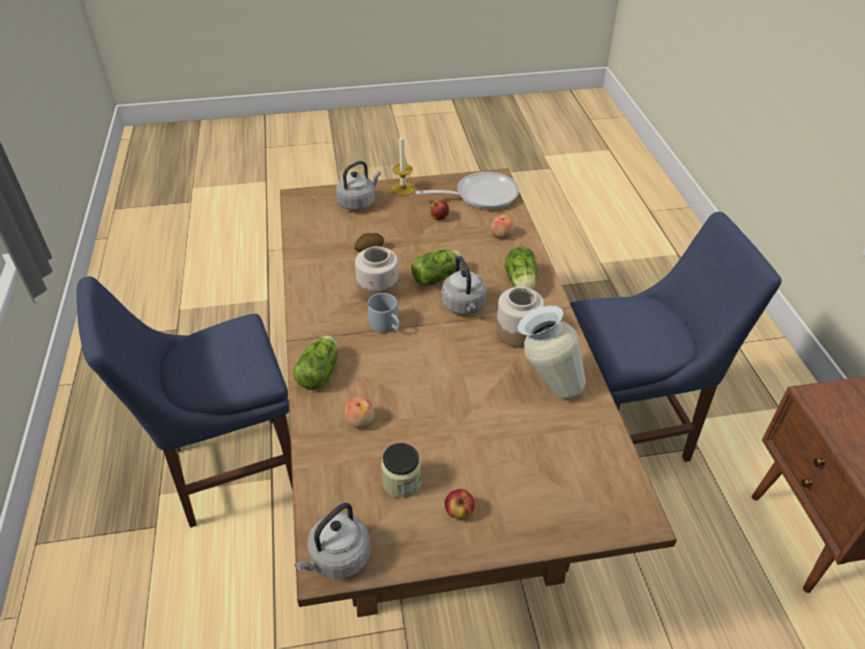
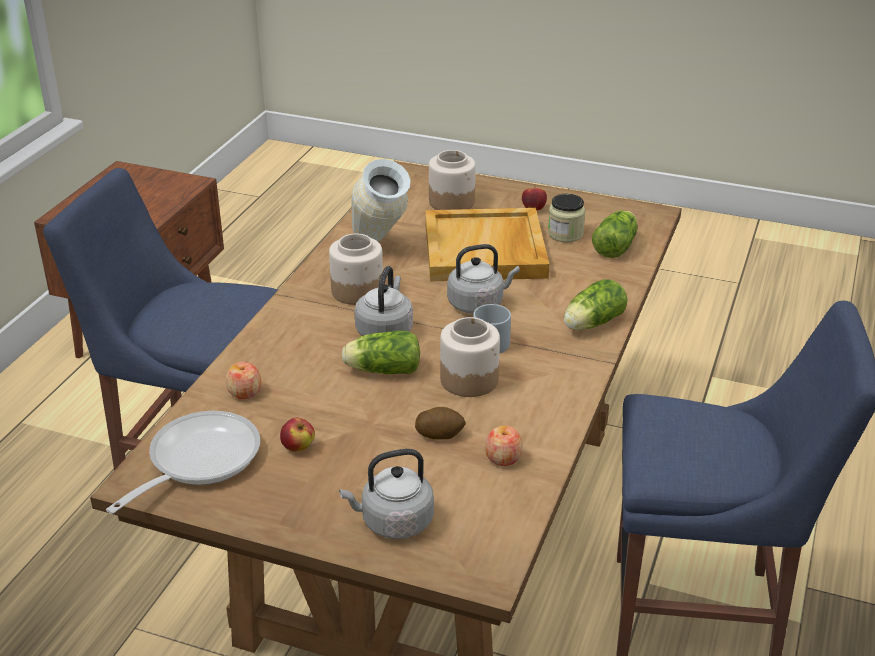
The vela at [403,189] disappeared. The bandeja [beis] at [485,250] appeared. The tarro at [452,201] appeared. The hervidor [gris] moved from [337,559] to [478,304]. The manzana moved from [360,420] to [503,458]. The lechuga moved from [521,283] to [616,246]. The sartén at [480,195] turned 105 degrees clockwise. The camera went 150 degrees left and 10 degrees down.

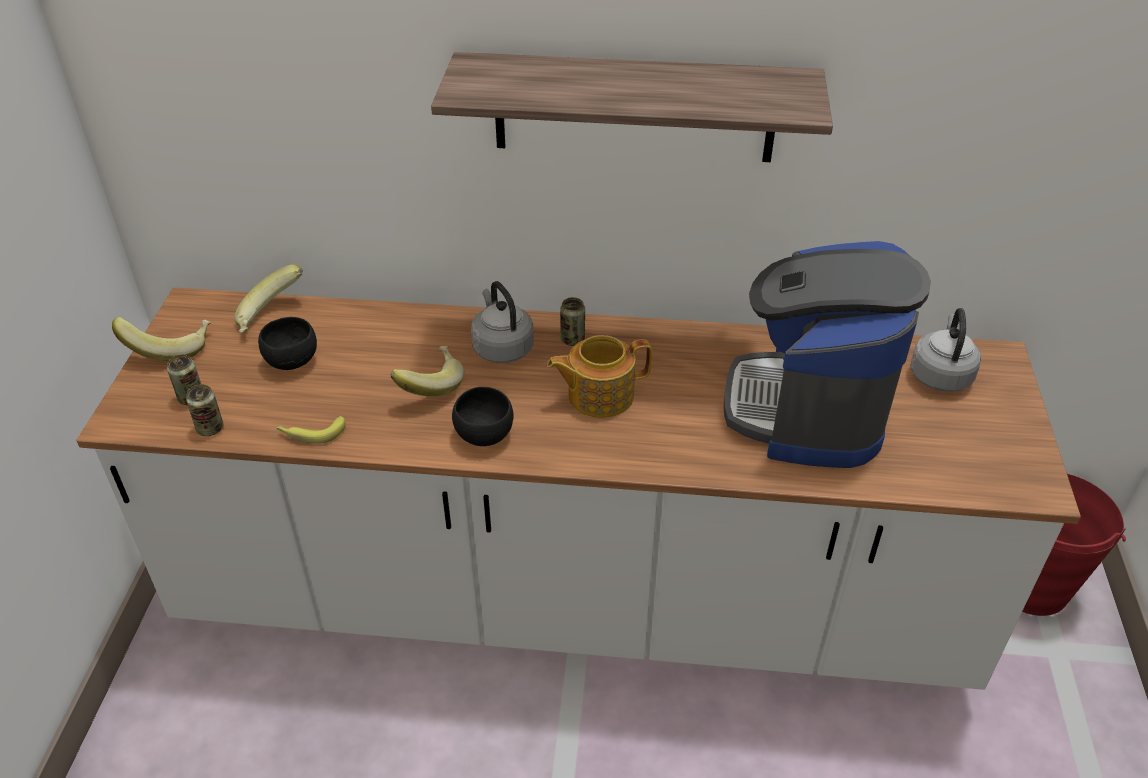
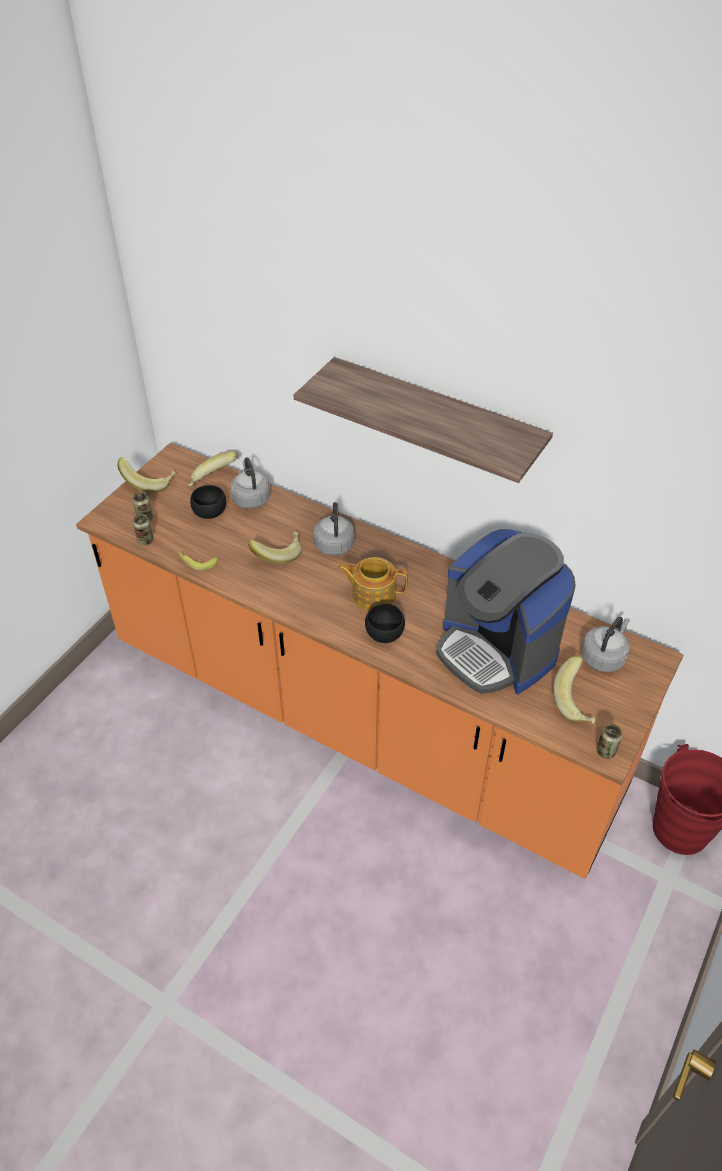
The hervidor [gris] at [250,498] appeared. The plátano at [576,702] appeared. The cuenco [negro] moved from [486,436] to [385,635]. The lata moved from [572,339] to [605,751]. The mueble bajo de cocina [blanco] at [574,599] became the mueble bajo de cocina [naranja] at [361,718]. The cafetera at [808,409] turned 75 degrees counterclockwise. The camera went 25 degrees right and 5 degrees up.

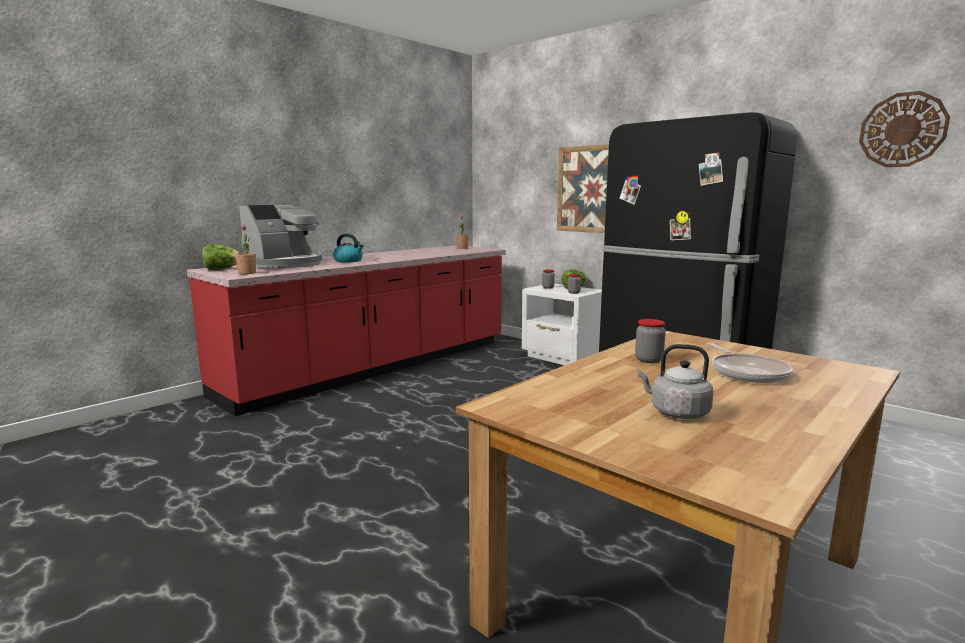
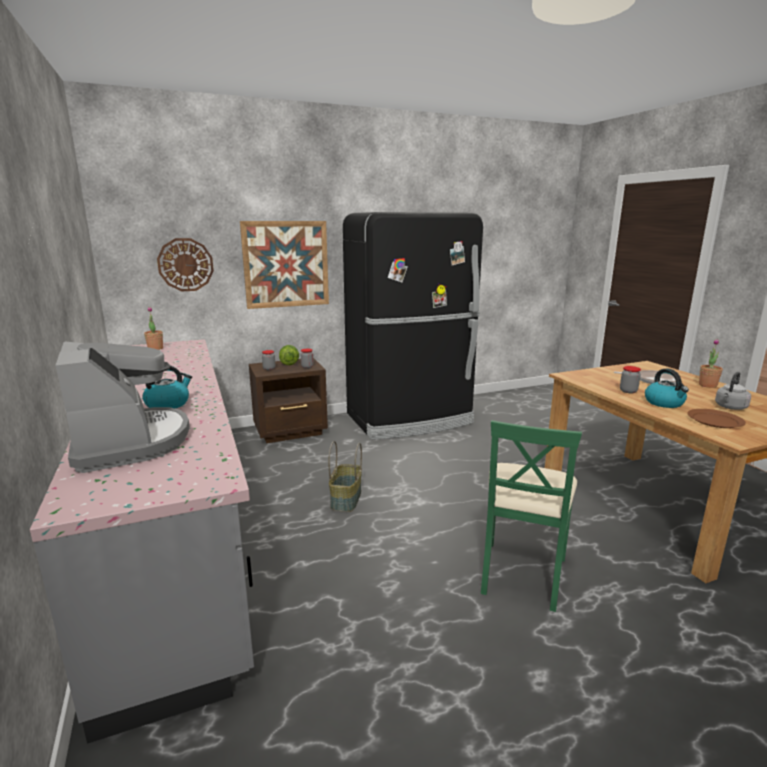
The lechuga at [222,269] disappeared. The cesta at [346,499] appeared. The silla [verde] at [521,573] appeared. The hervidor at [664,403] appeared. The plato [marrón] at [715,421] appeared. The planta en maceta moved from [247,273] to [707,385]. The reloj de pared moved from [902,130] to [185,264]. The mueble bajo de cocina [rojo] at [375,367] became the mueble bajo de cocina [gris] at [177,534]. The mesita de noche [blanco] at [562,357] became the mesita de noche [marrón] at [291,431]. The camera went 65 degrees left and 5 degrees up.

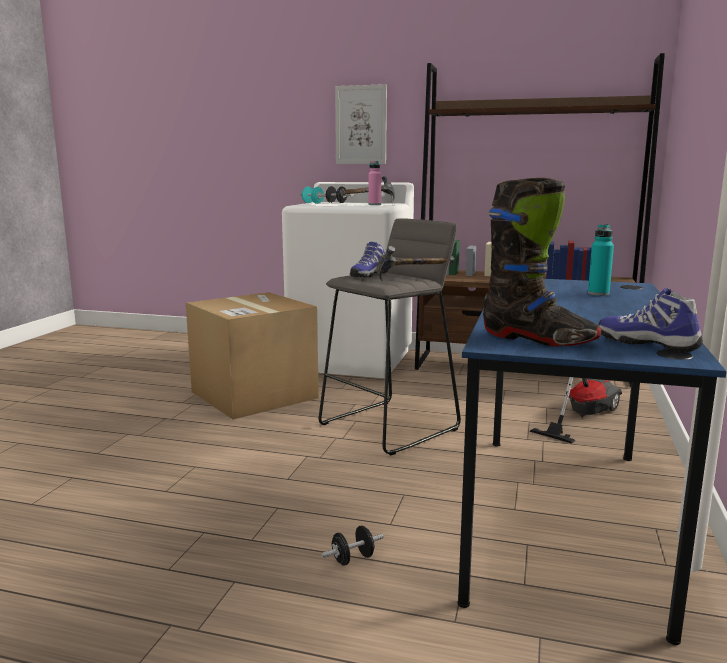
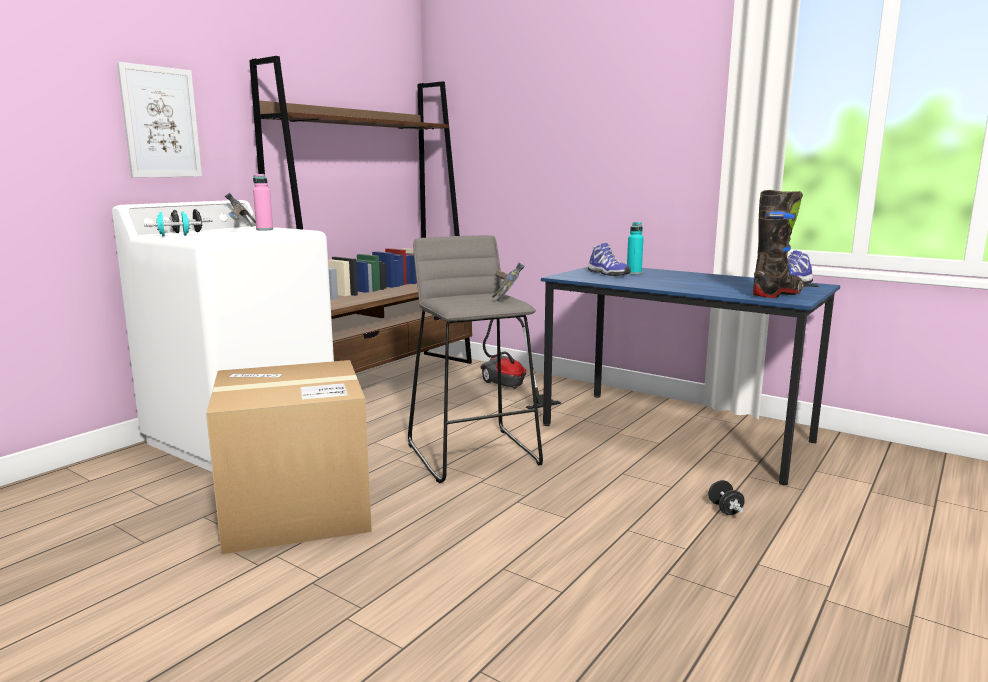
The zapato moved from [368,275] to [607,274]. The camera went 70 degrees left and 0 degrees up.

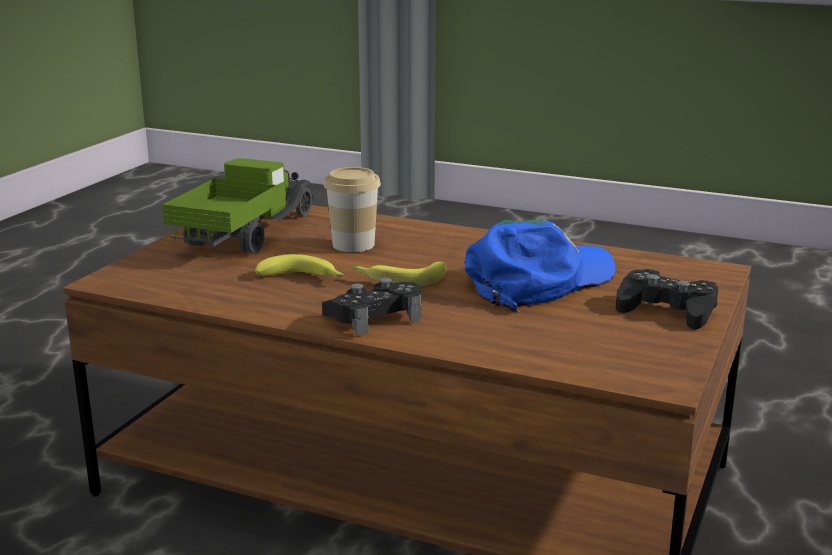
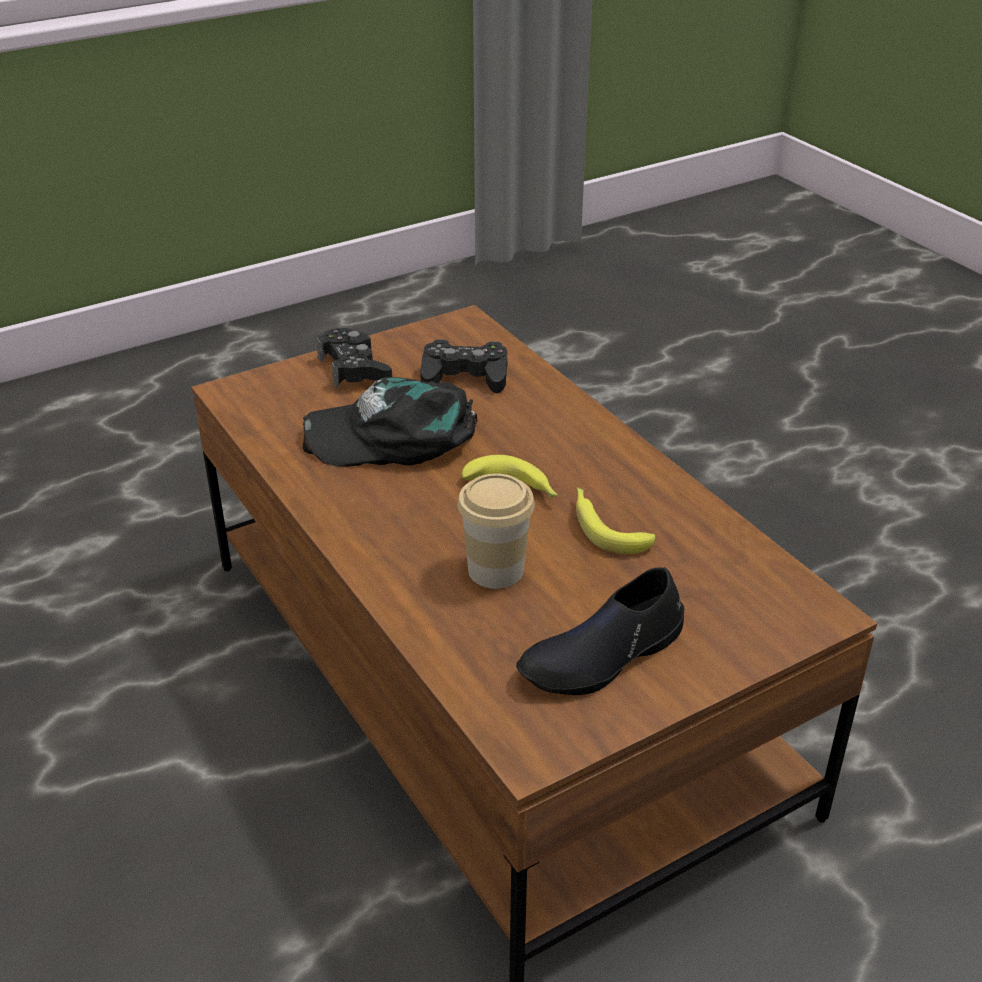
The mando de consola [negro] moved from [374,317] to [465,376]. The camión de juguete at [245,234] was replaced by the zapato [negro] at [602,656]. The gorra [azul] at [539,281] became the gorra [negro] at [394,436]. The camera went 145 degrees left and 15 degrees up.

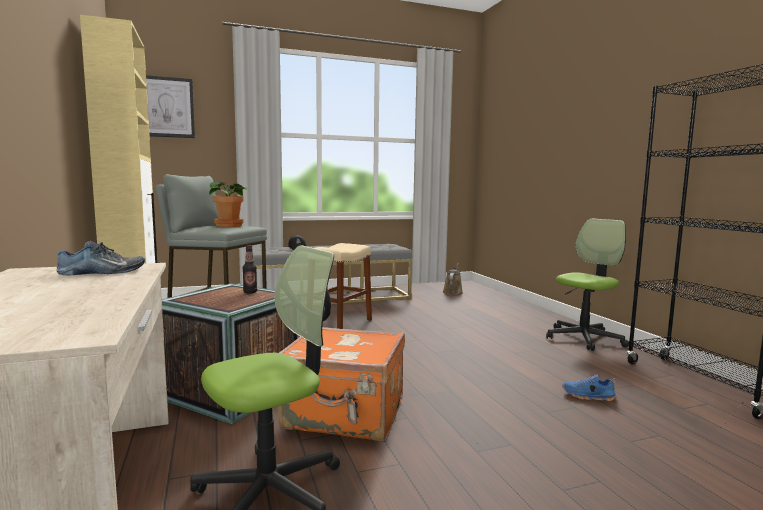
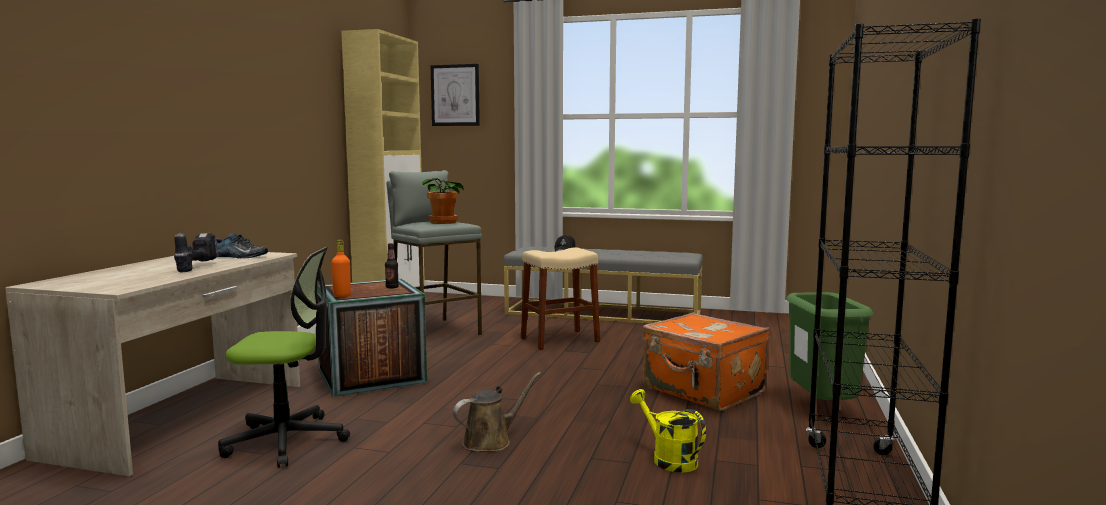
The taladro at [194,267] appeared. The botella [naranja] at [342,296] appeared. The maleta [naranja] moved from [345,415] to [703,391]. The regadera [marrón] moved from [453,292] to [491,441]. The silla de oficina at [584,338] was replaced by the papelera [verde] at [822,409]. The zapato [azul] at [588,396] was replaced by the regadera [amarillo] at [668,459]. The camera went 35 degrees right and 0 degrees up.

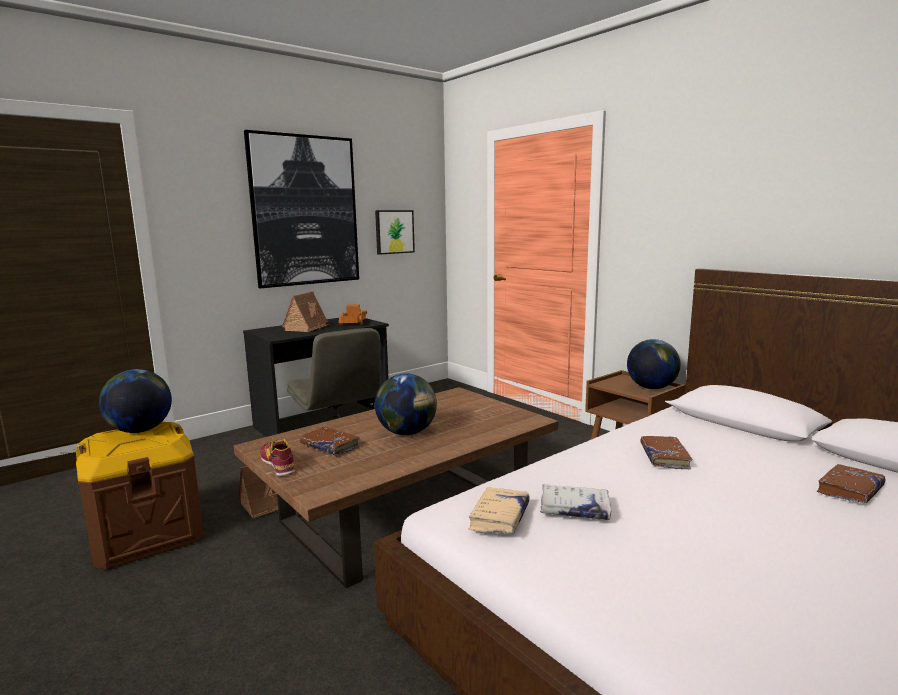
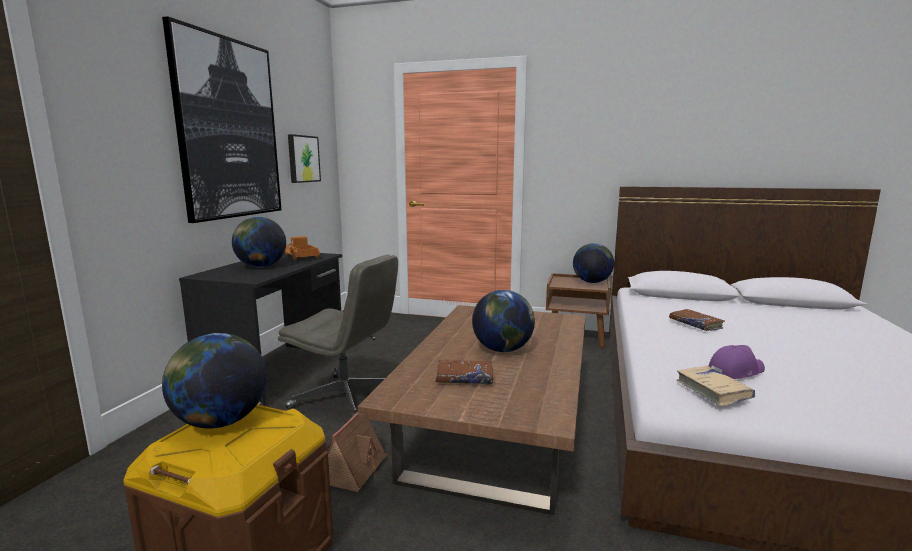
The zapato at [278,464] disappeared. The libro [marrón] at [850,490] disappeared. The casita at [307,328] was replaced by the globo terráqueo at [261,266]. The libro [blanco] at [574,509] was replaced by the gorra [morado] at [735,371]. The camera went 35 degrees left and 0 degrees up.

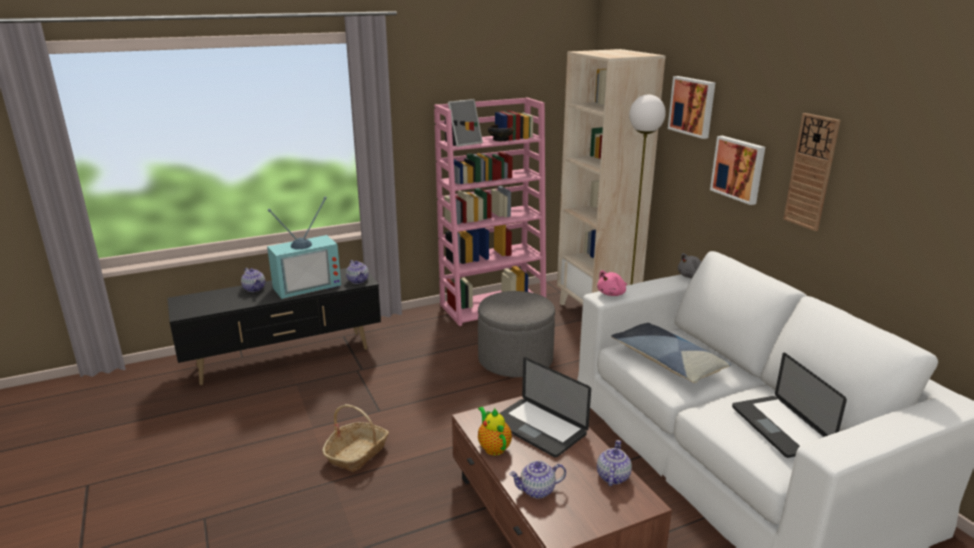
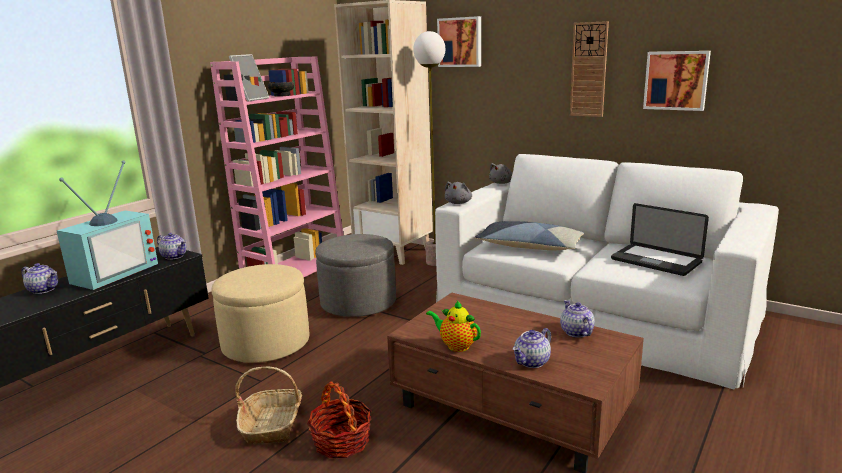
The portátil at [538,428] disappeared. The puf [beis] at [266,343] appeared. The cesta at [341,441] appeared. The cuadro moved from [739,169] to [676,80]. The peluche [rosa] at [612,294] became the peluche [gris] at [458,203]. The camera went 30 degrees left and 5 degrees down.

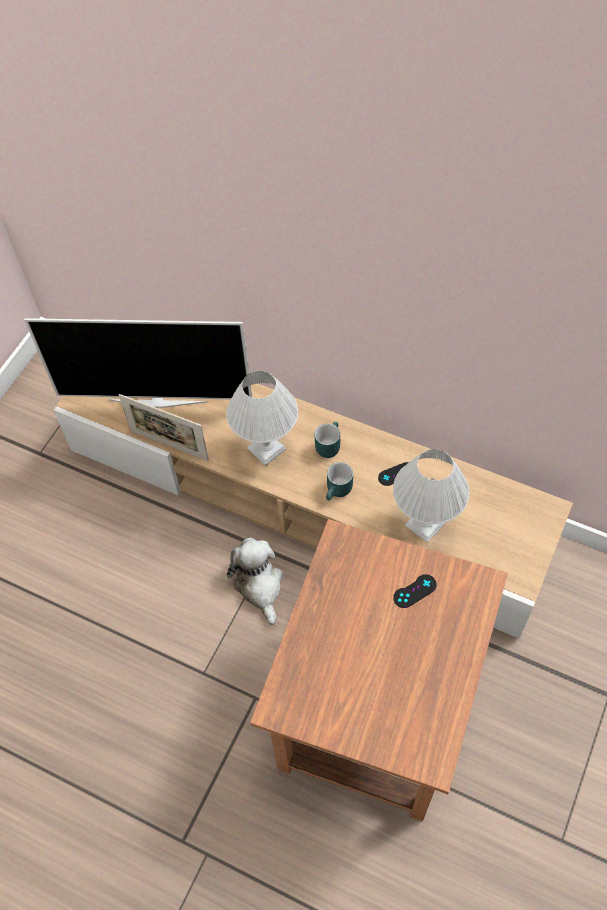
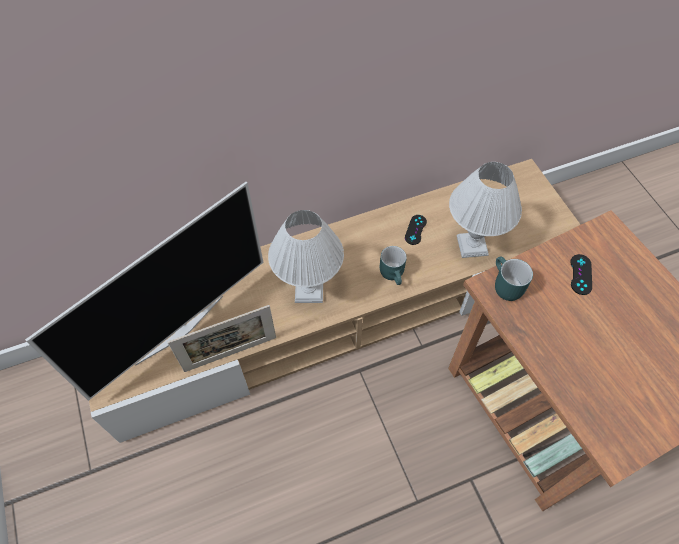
The peluche at [259,585] disappeared. The taza grande [turquesa] moved from [327,445] to [503,286]. The camera went 50 degrees left and 0 degrees up.

